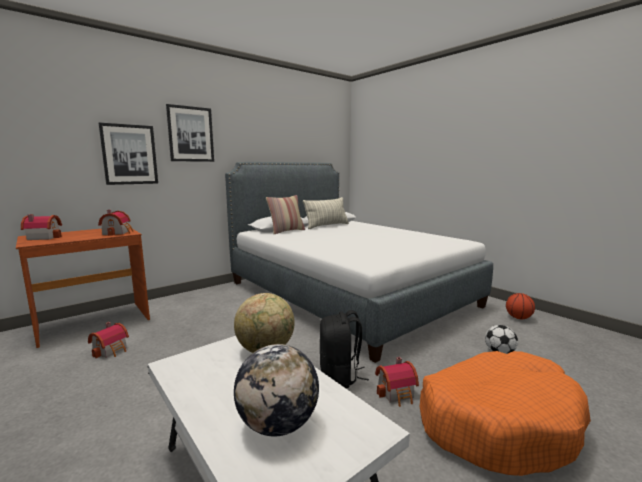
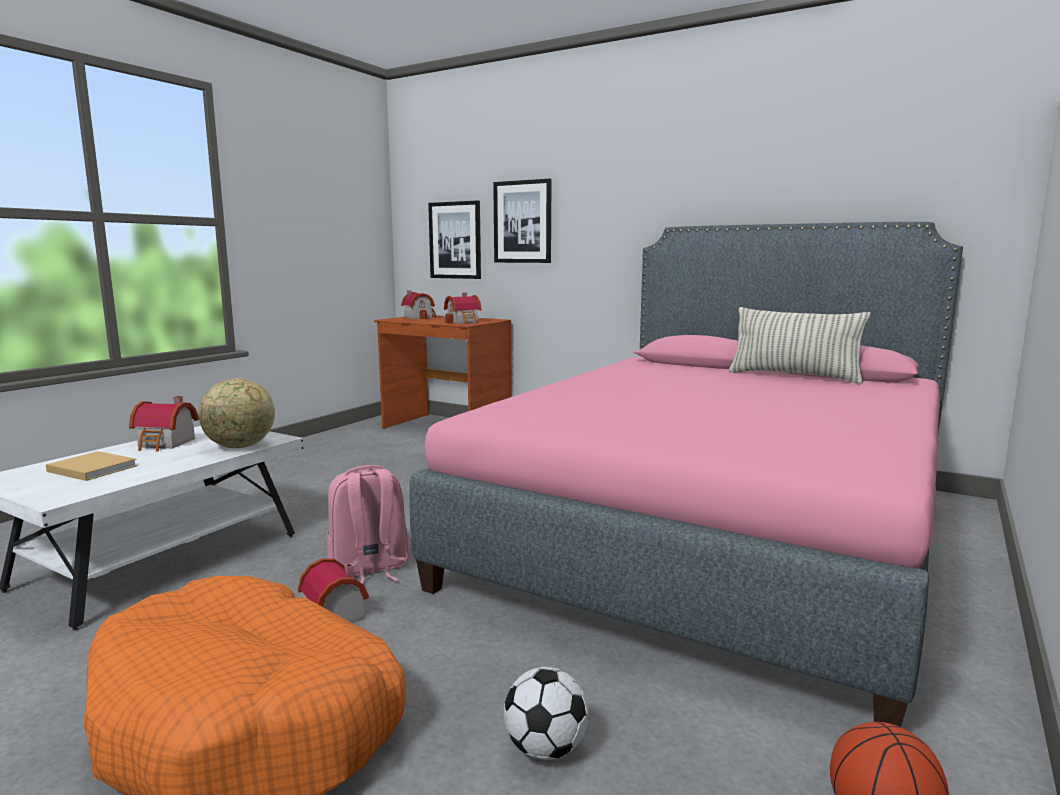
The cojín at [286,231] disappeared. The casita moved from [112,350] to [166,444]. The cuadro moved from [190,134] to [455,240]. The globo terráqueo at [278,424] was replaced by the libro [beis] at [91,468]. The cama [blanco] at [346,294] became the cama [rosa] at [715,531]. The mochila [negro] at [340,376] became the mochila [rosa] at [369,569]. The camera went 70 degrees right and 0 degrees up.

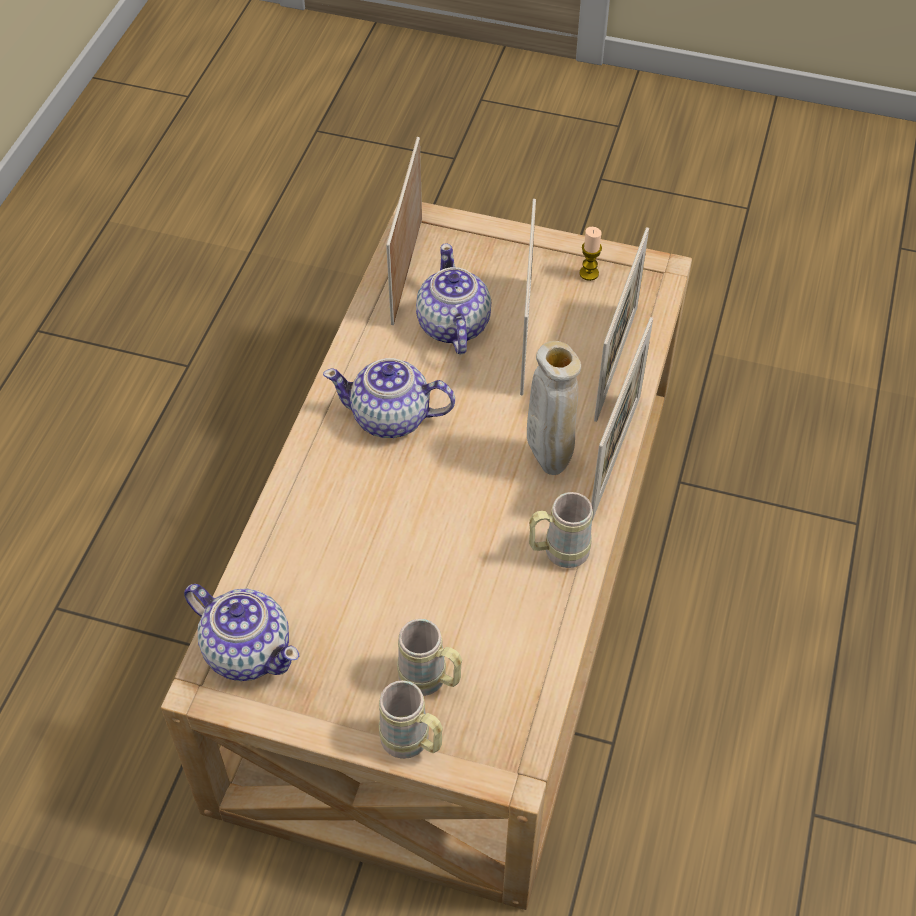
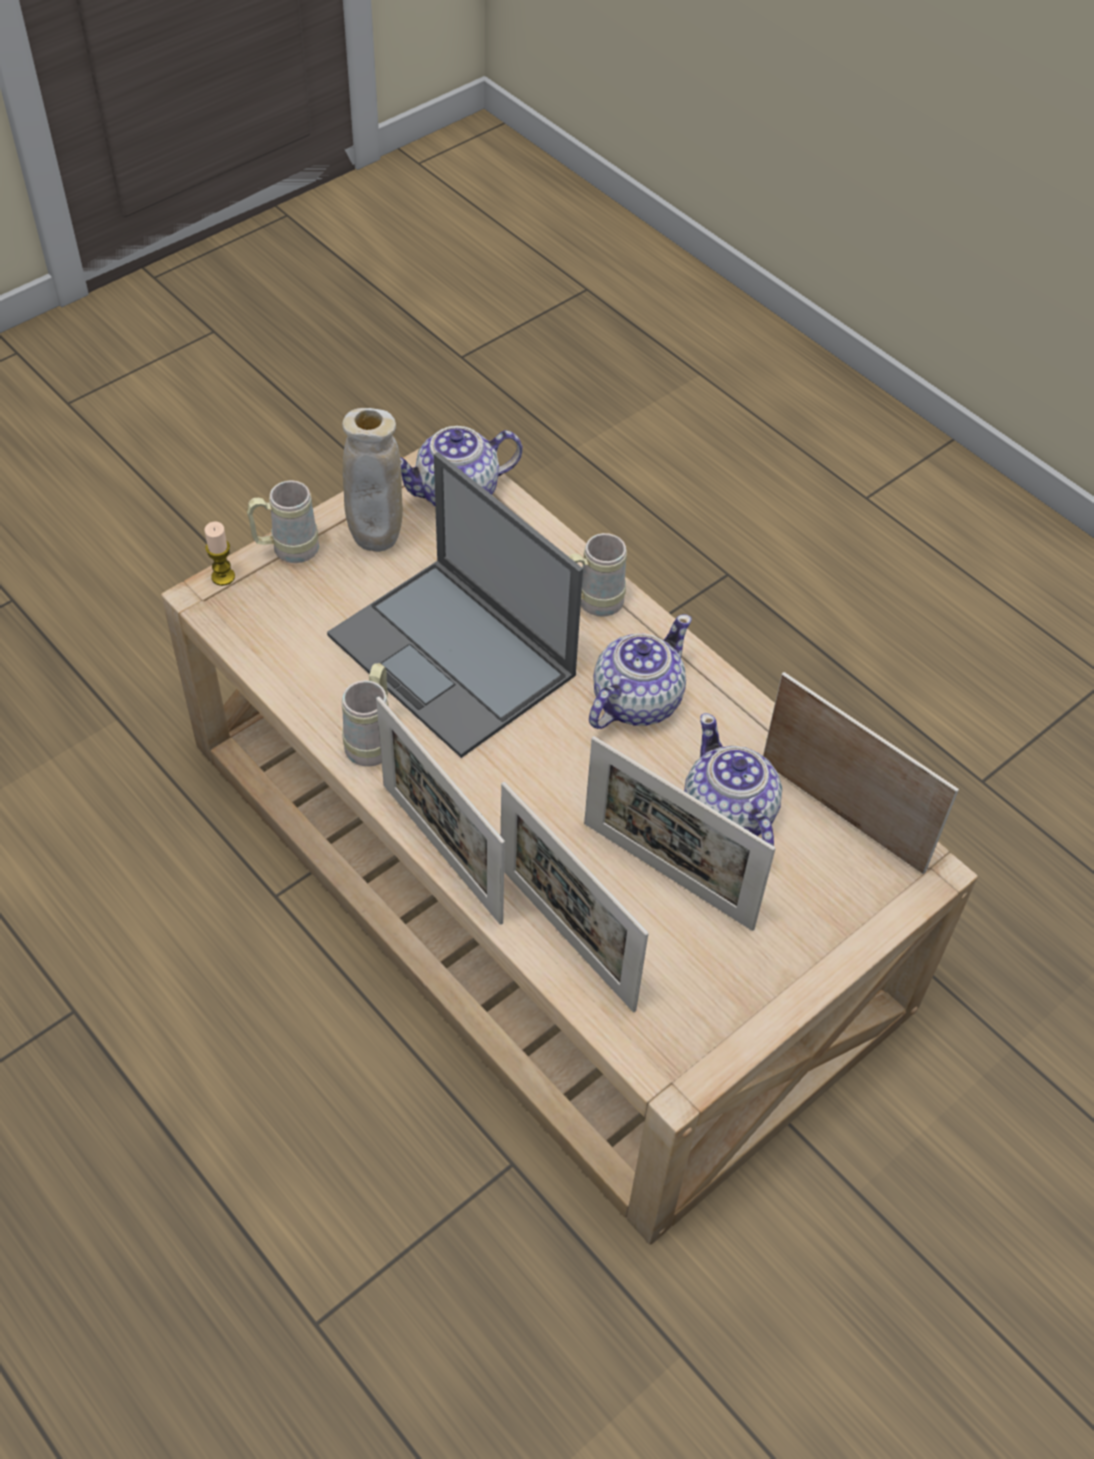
The portátil at [454,657] appeared. The taza grande [beis] moved from [430,681] to [591,603]. The florero [beis] moved from [548,462] to [376,541]. The vela moved from [589,273] to [223,577]. The tetera at [452,326] turned 135 degrees counterclockwise. The camera went 120 degrees right and 0 degrees up.

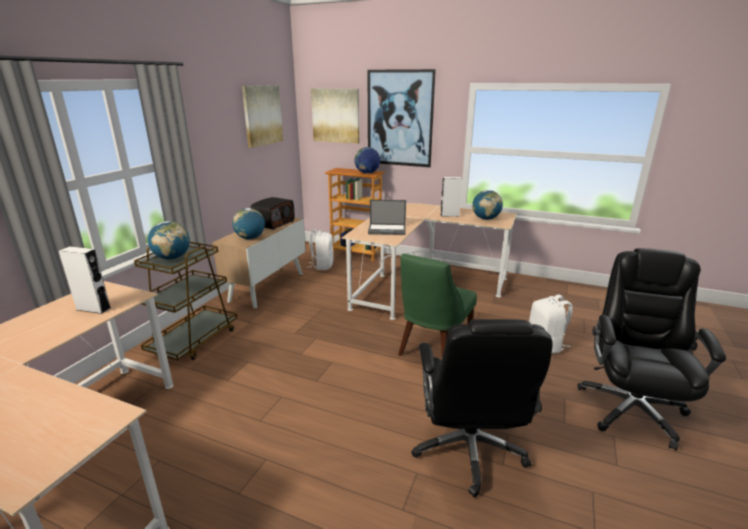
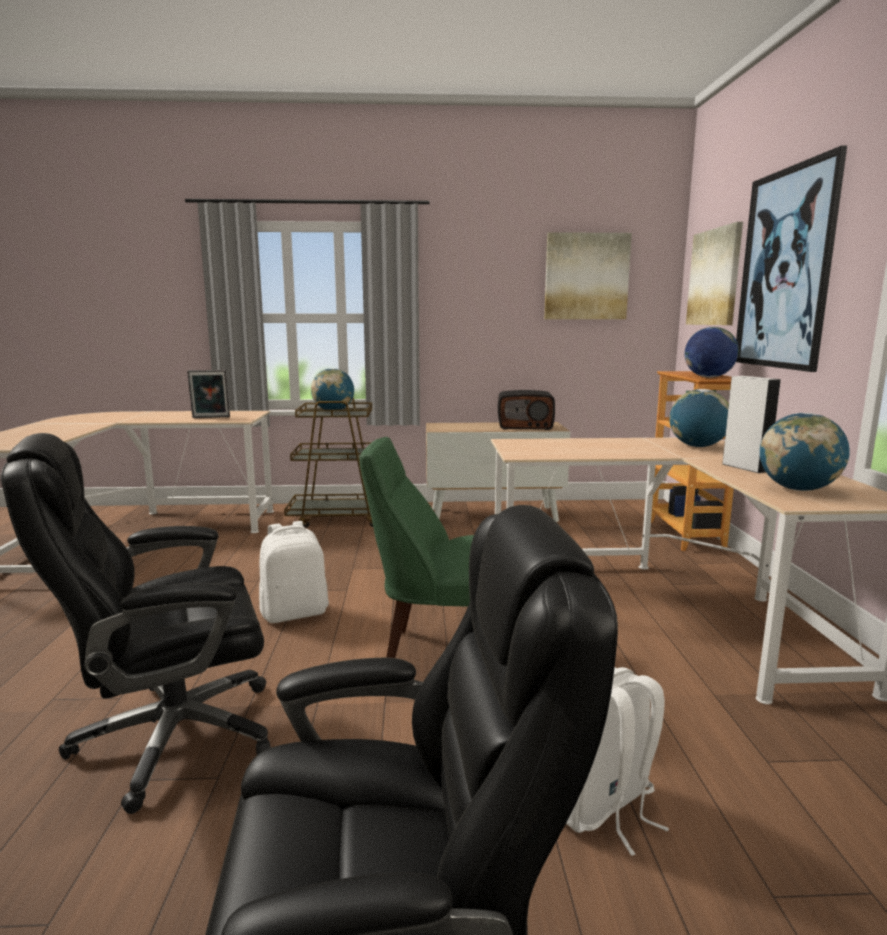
The portátil at [387,229] disappeared. The globo terráqueo moved from [250,238] to [697,446]. The mochila [blanco] moved from [322,266] to [295,613]. The altavoz [blanco] at [93,309] was replaced by the portarretratos at [211,417]. The camera went 65 degrees right and 10 degrees down.

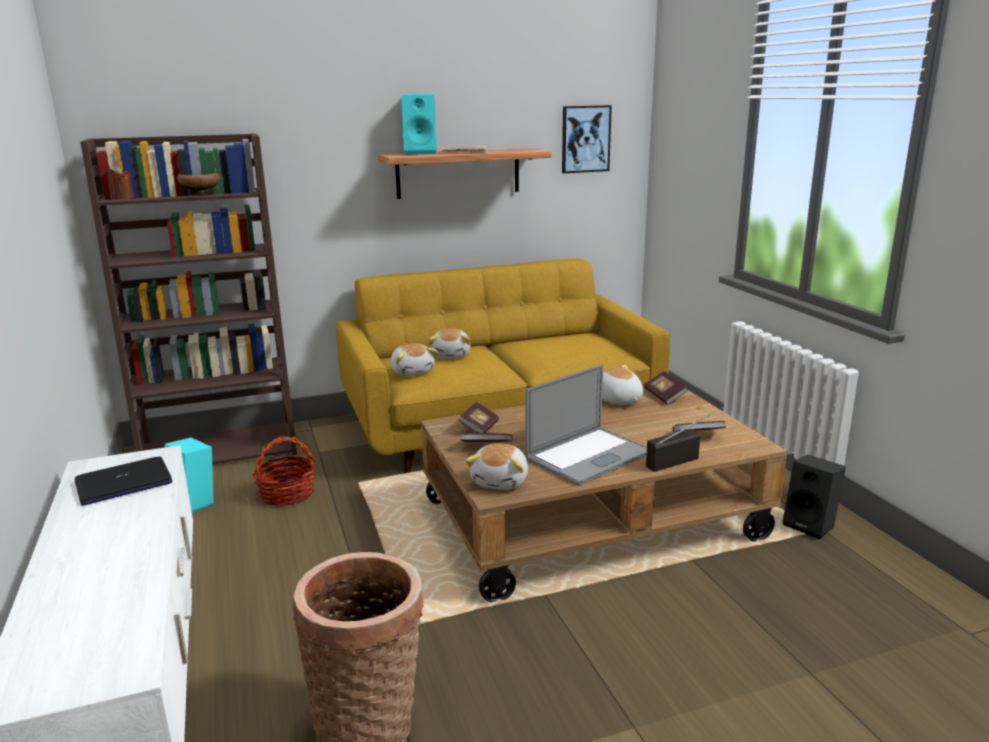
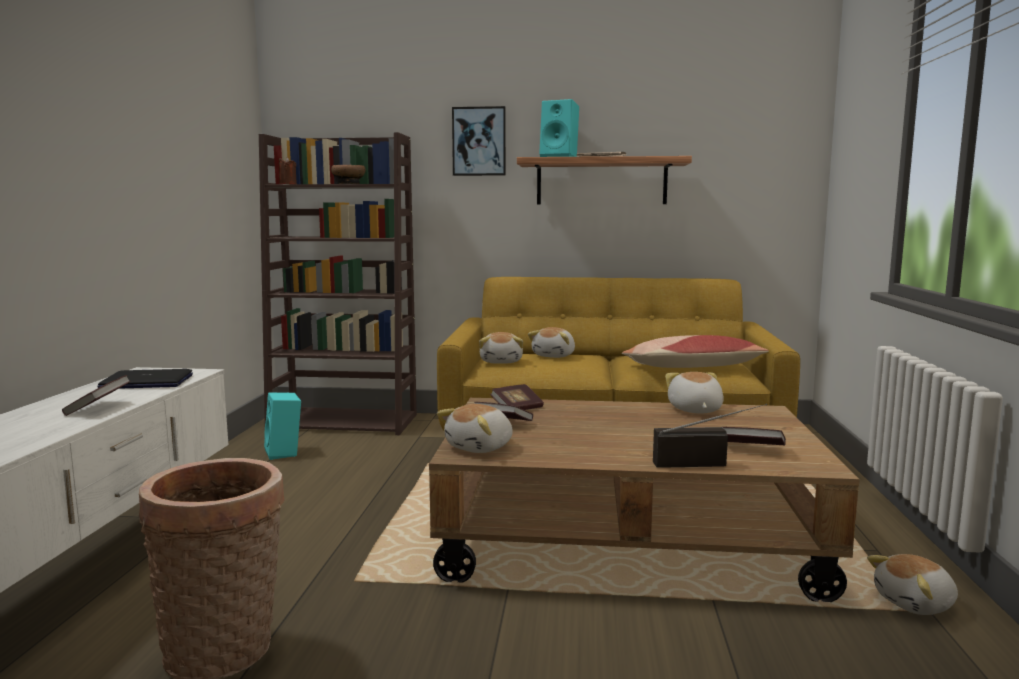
The cesta at [287,494] disappeared. The portátil at [589,456] disappeared. The cojín at [692,367] appeared. The cuadro moved from [585,139] to [479,141]. The libro moved from [664,396] to [98,408]. The altavoz [negro] at [811,525] was replaced by the peluche at [916,603]. The camera went 25 degrees right and 10 degrees down.

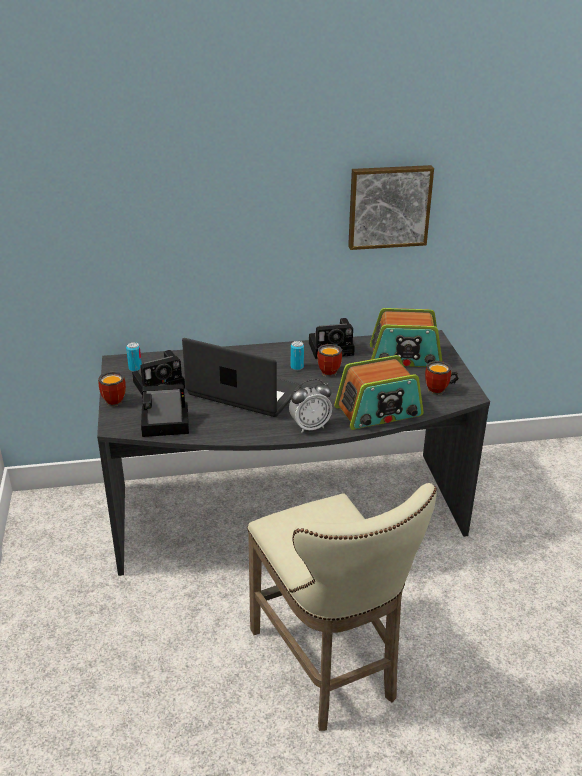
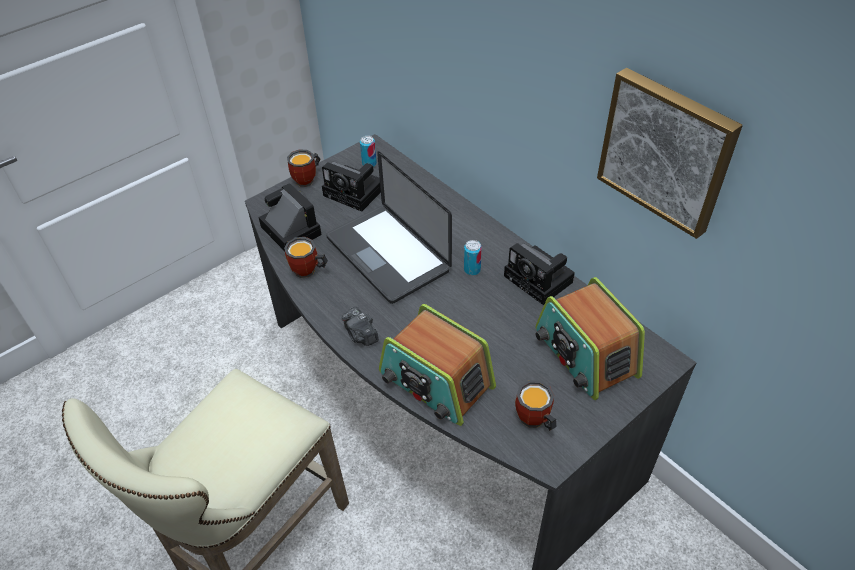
The taza grande moved from [332,371] to [308,272]. The despertador at [310,427] was replaced by the cámara at [361,335]. The portátil at [244,392] turned 150 degrees clockwise. The camera went 60 degrees right and 15 degrees up.

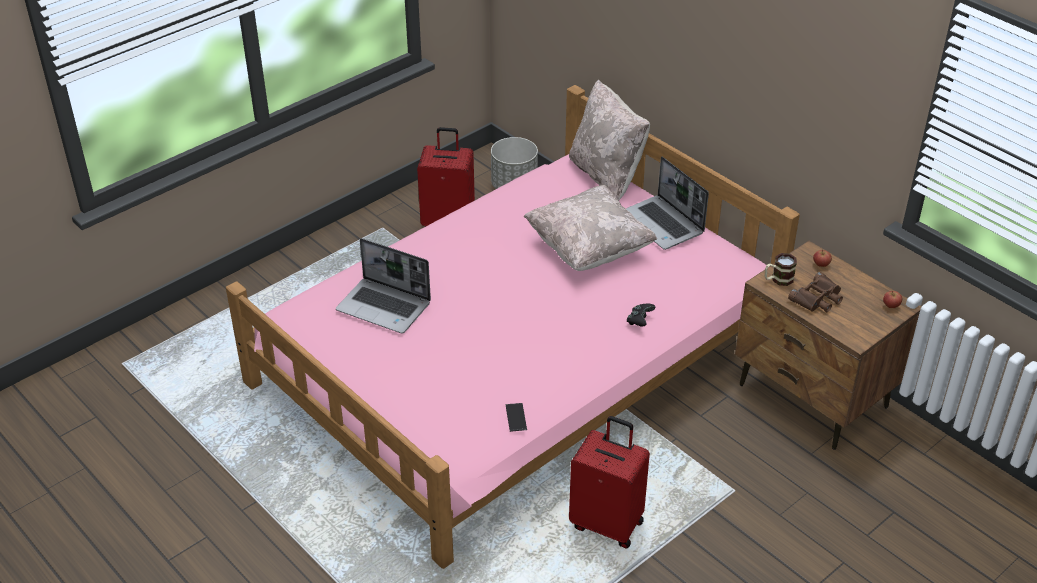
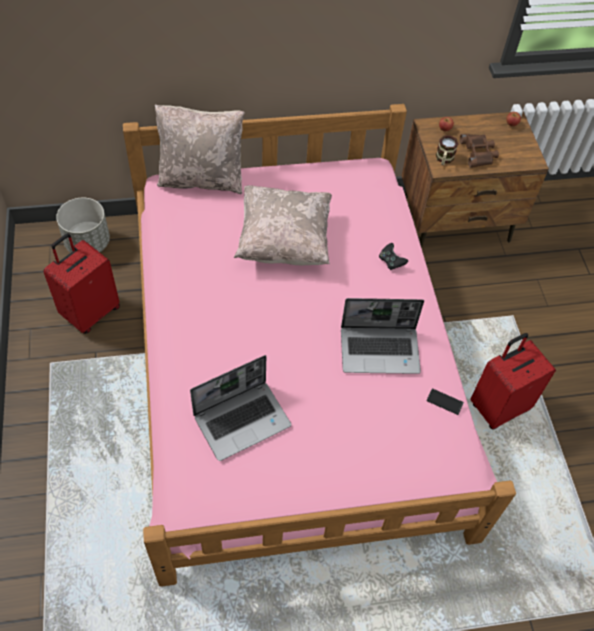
The portátil moved from [663,224] to [380,350]. The camera went 60 degrees left and 15 degrees up.

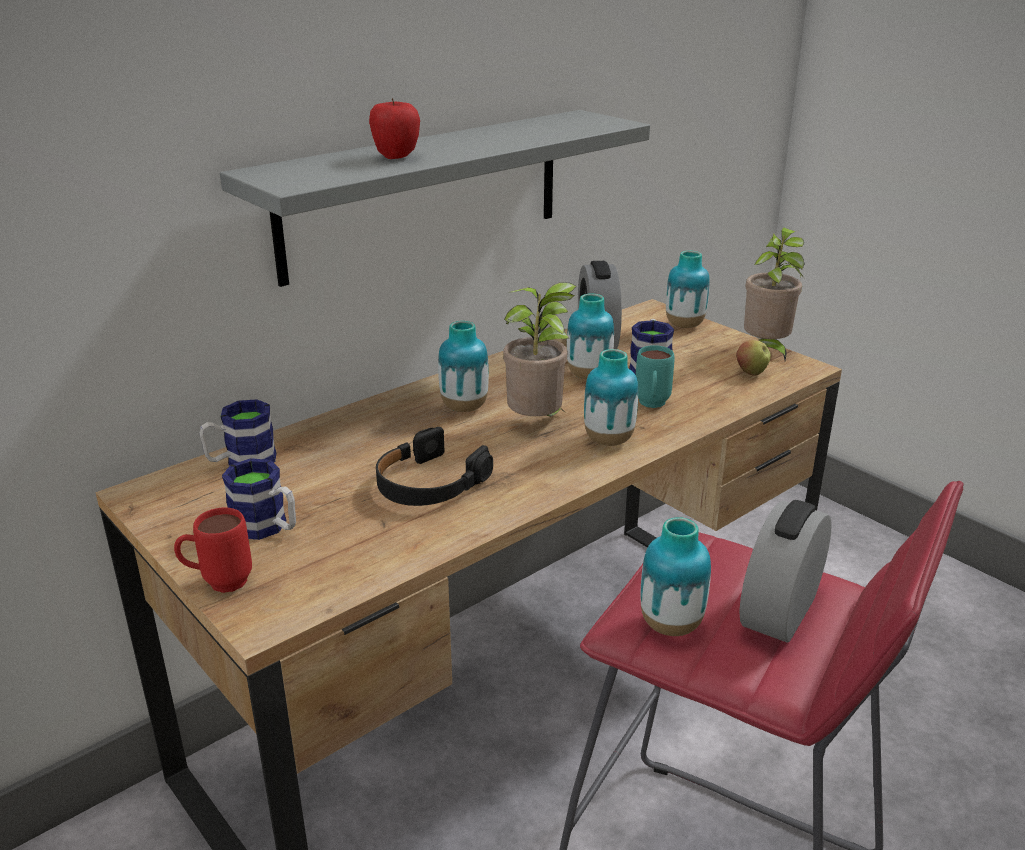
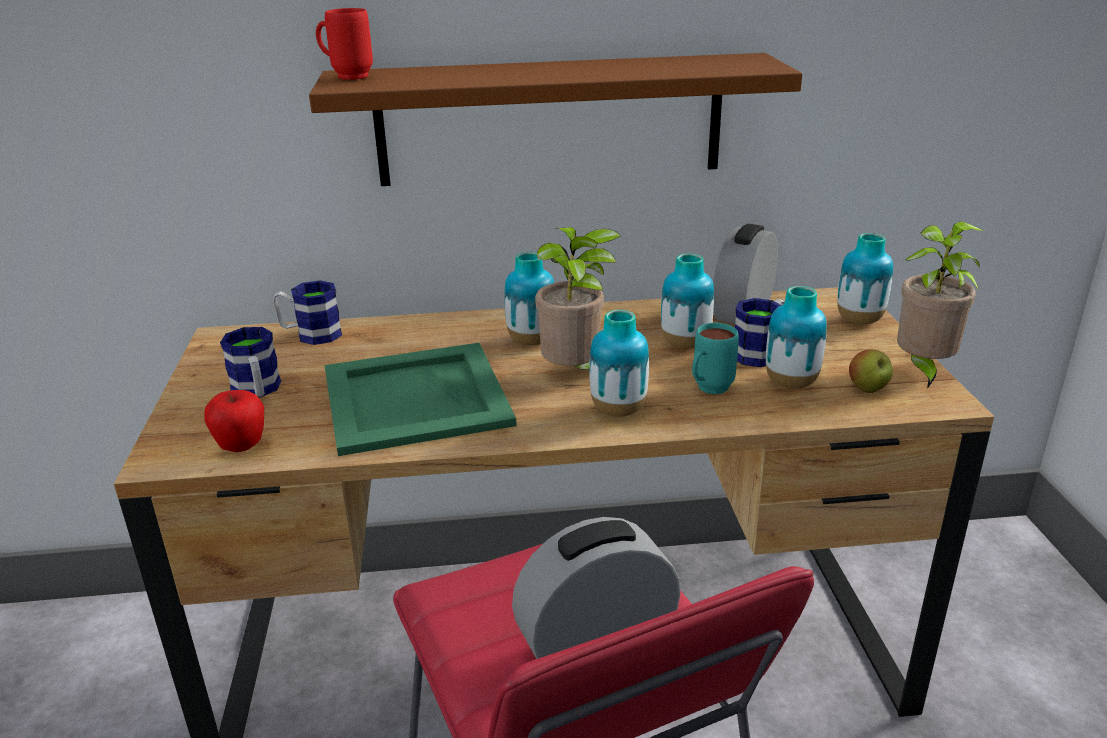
The taza grande [rojo] moved from [218,583] to [346,76]. The manzana moved from [396,157] to [241,447]. The florero moved from [671,625] to [791,383]. The auriculares [negro] at [429,483] was replaced by the bandeja [verde] at [413,397]. The estante [gris] at [424,193] became the estante [marrón] at [550,120]. The camera went 35 degrees right and 0 degrees up.

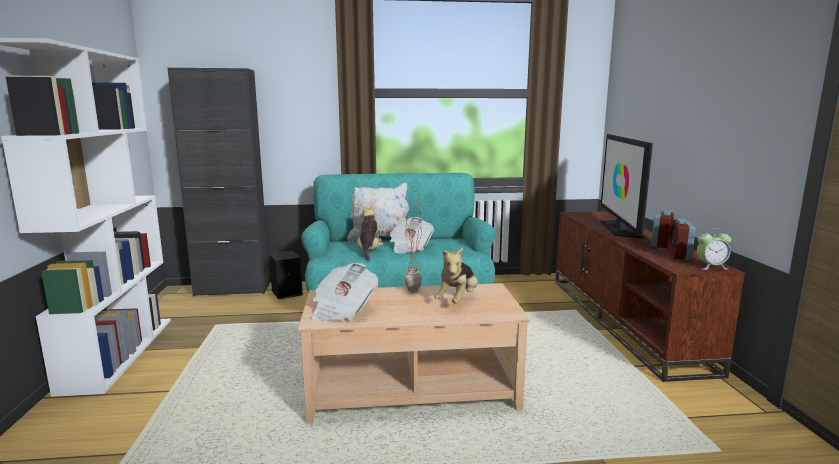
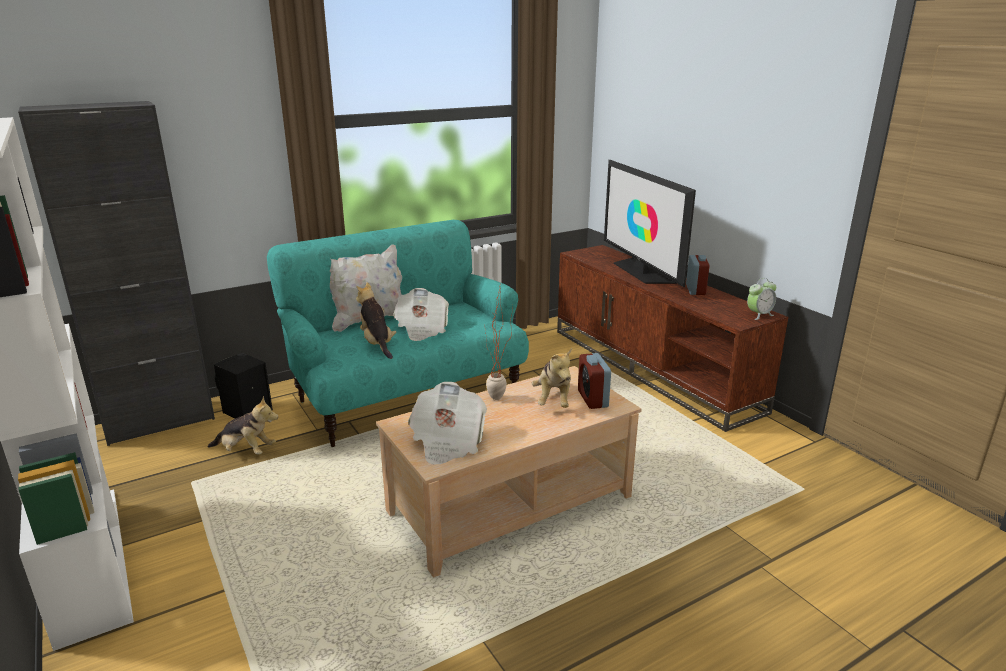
The peluche at [246,451] appeared. The despertador moved from [678,255] to [592,399]. The camera went 25 degrees left and 10 degrees up.

